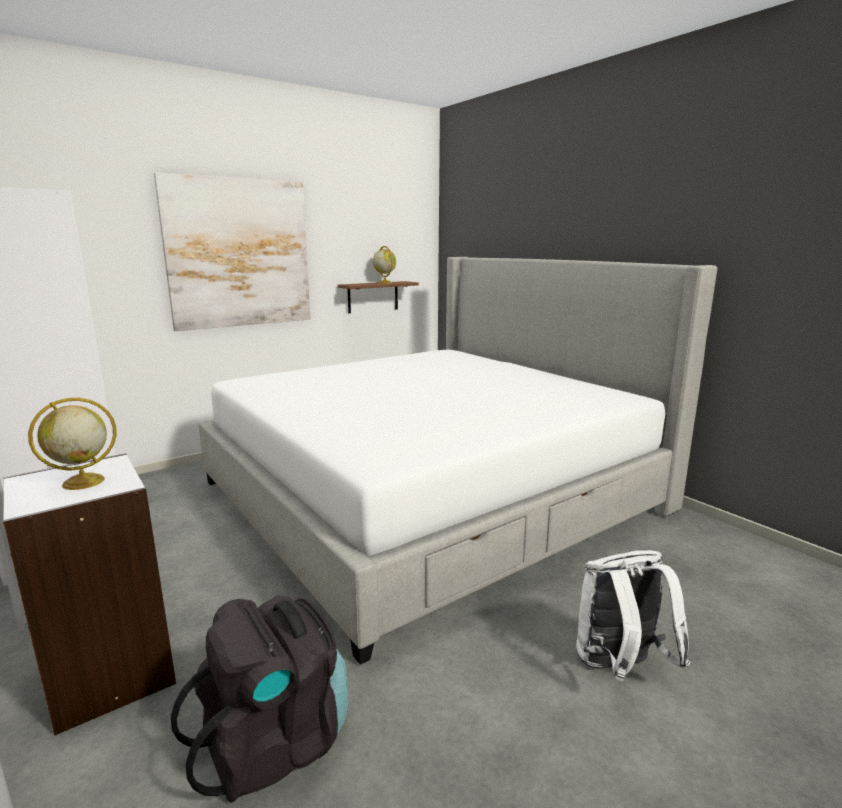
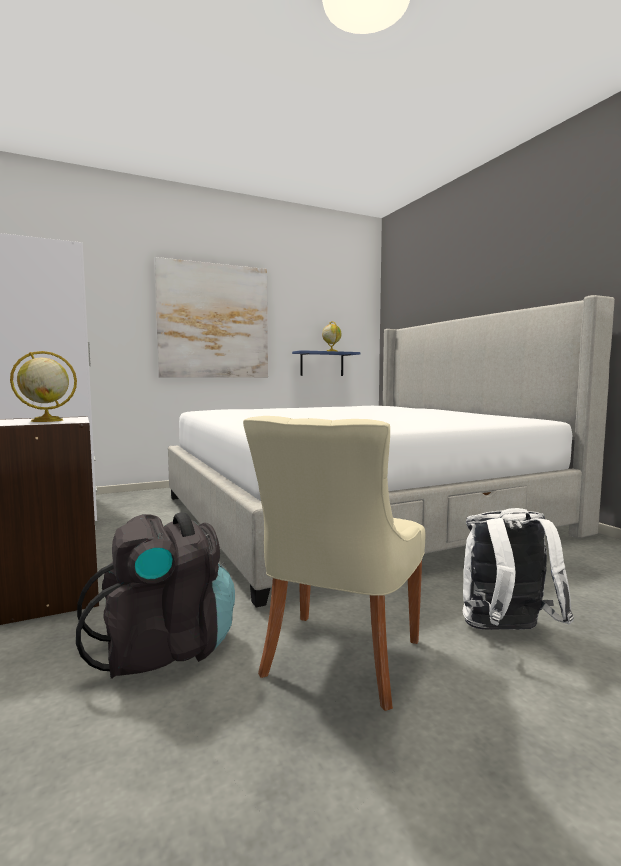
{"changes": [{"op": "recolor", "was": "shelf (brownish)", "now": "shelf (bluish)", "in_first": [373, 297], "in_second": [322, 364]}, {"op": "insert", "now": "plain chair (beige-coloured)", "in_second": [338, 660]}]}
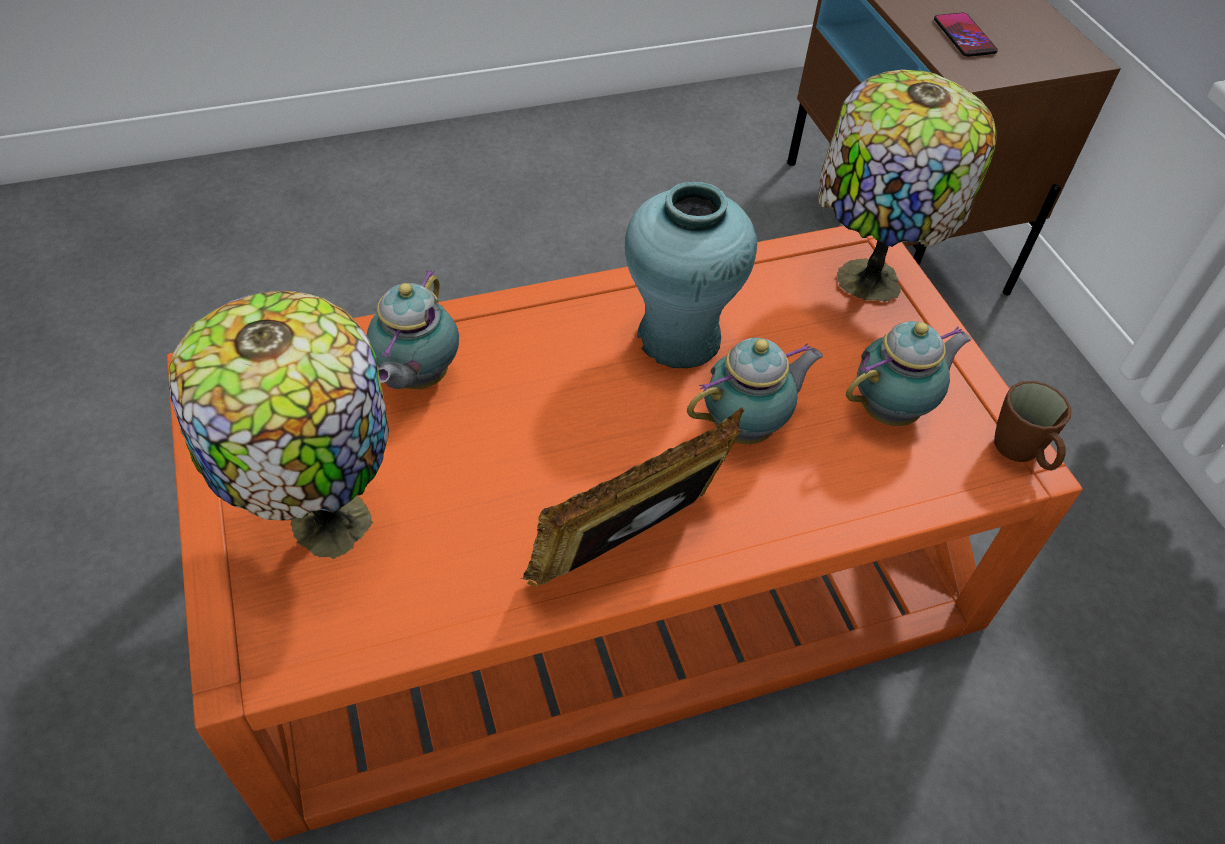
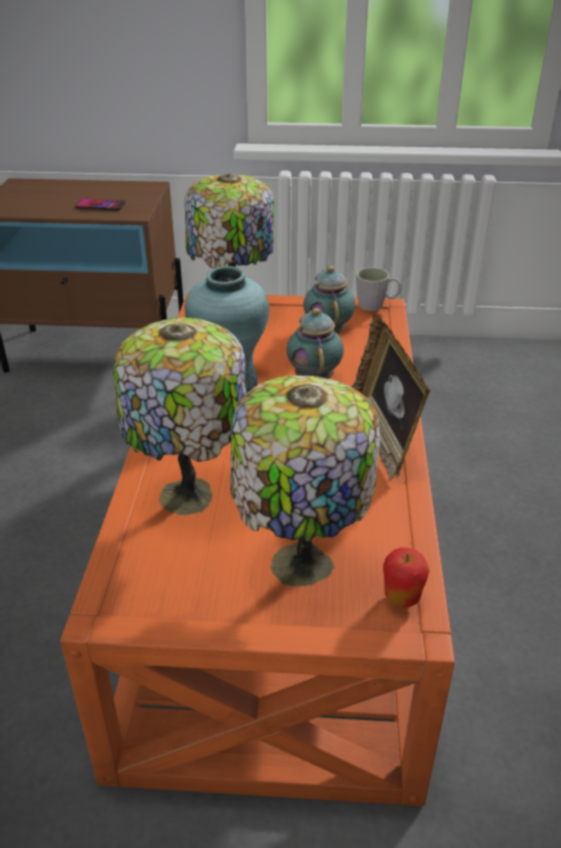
{"changes": [{"op": "replace", "was": "teapot", "now": "lamp for a table", "in_first": [416, 379], "in_second": [190, 498]}, {"op": "recolor", "was": "coffee mug (brownish)", "now": "coffee mug (greyish)", "in_first": [1022, 453], "in_second": [376, 305]}, {"op": "insert", "now": "apple fruit", "in_second": [402, 597]}]}
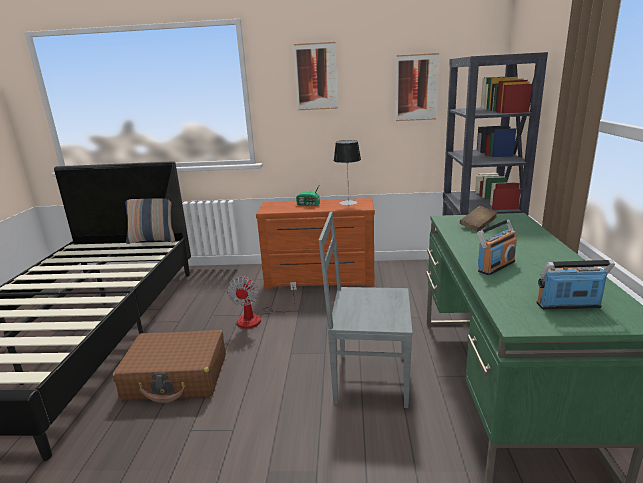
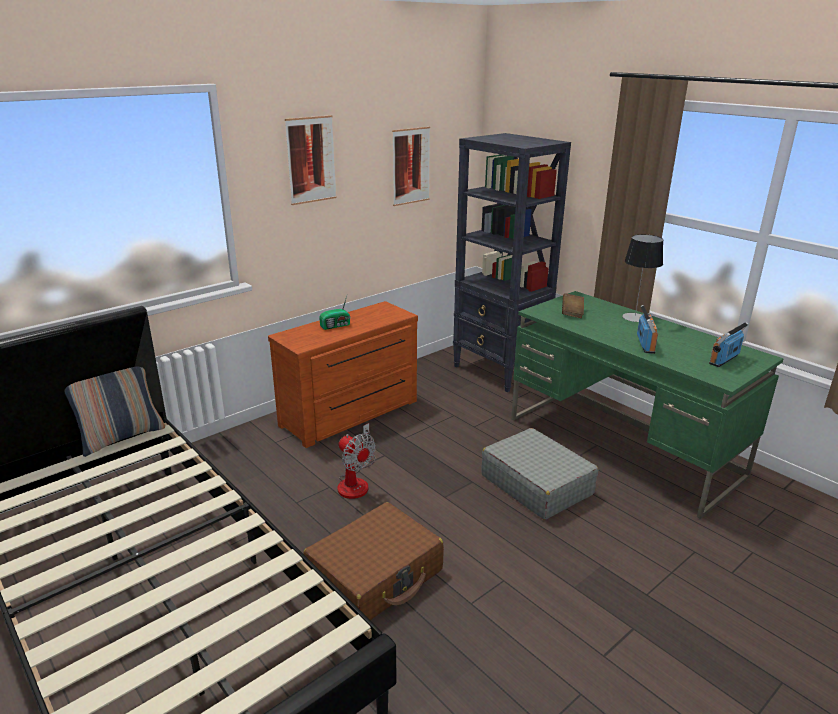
{"changes": [{"op": "move", "was": "lamp for a table", "in_first": [348, 202], "in_second": [634, 317]}, {"op": "replace", "was": "plain chair (greyish)", "now": "travel case (greyish)", "in_first": [368, 379], "in_second": [536, 484]}]}
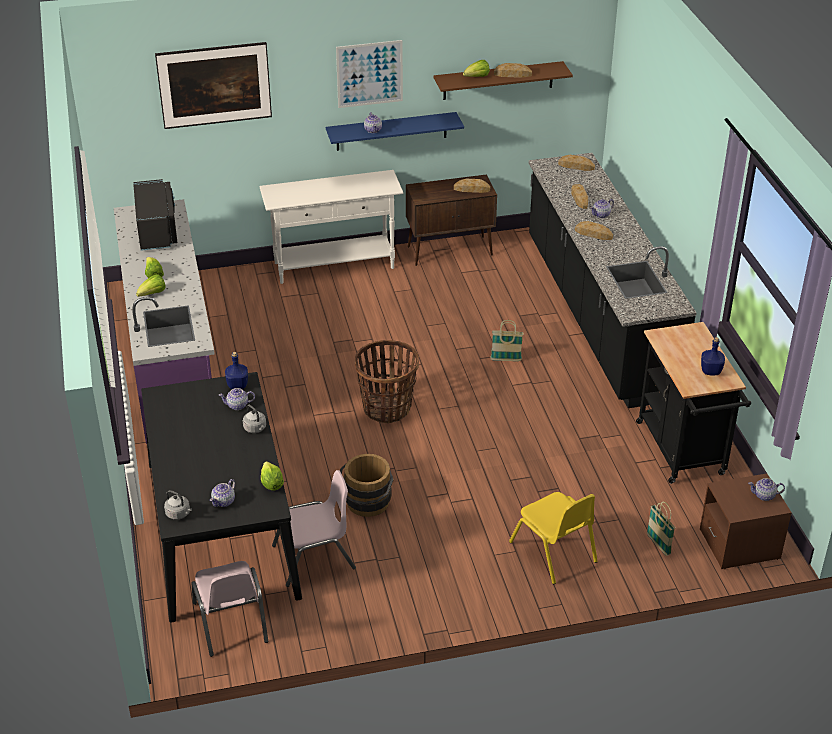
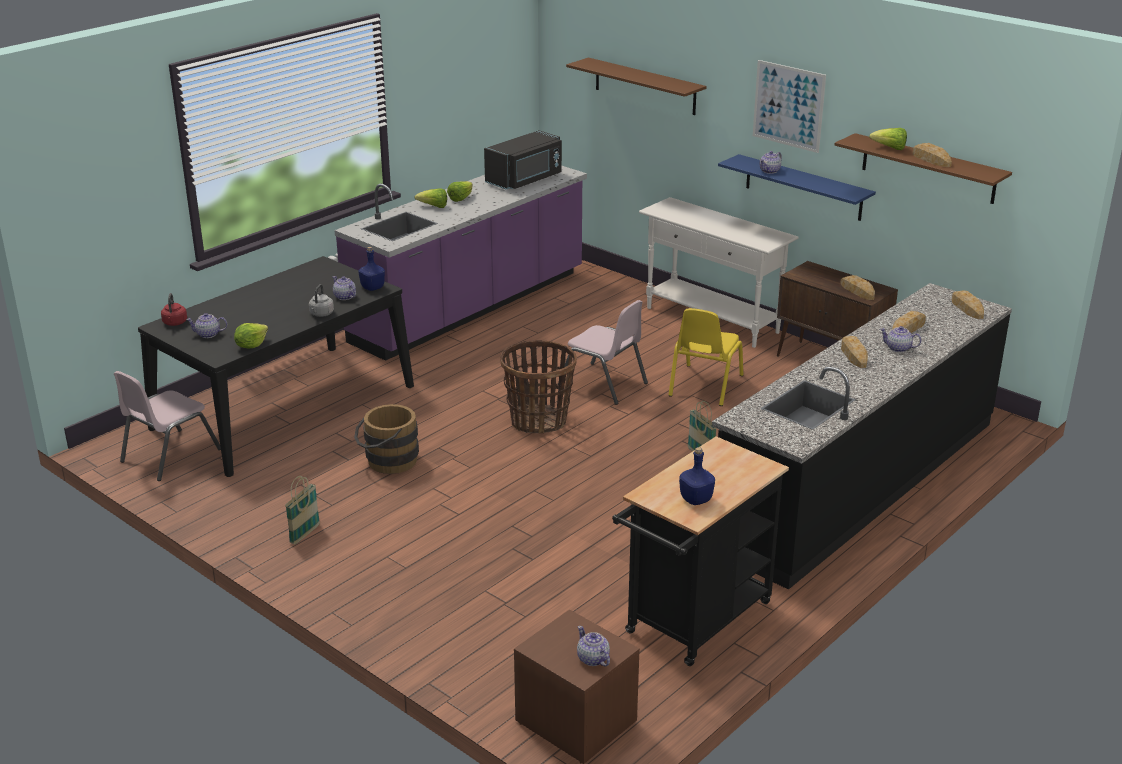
{"changes": [{"op": "replace", "was": "wall picture", "now": "shelf (brownish)", "in_first": [216, 103], "in_second": [645, 86]}, {"op": "move", "was": "plain chair (pinkish)", "in_first": [314, 558], "in_second": [603, 384]}, {"op": "recolor", "was": "tea kettle (greyish)", "now": "tea kettle (red-coloured)", "in_first": [179, 514], "in_second": [175, 323]}, {"op": "move", "was": "plain chair (yellowish)", "in_first": [553, 552], "in_second": [704, 385]}, {"op": "move", "was": "household basket", "in_first": [658, 544], "in_second": [305, 534]}]}
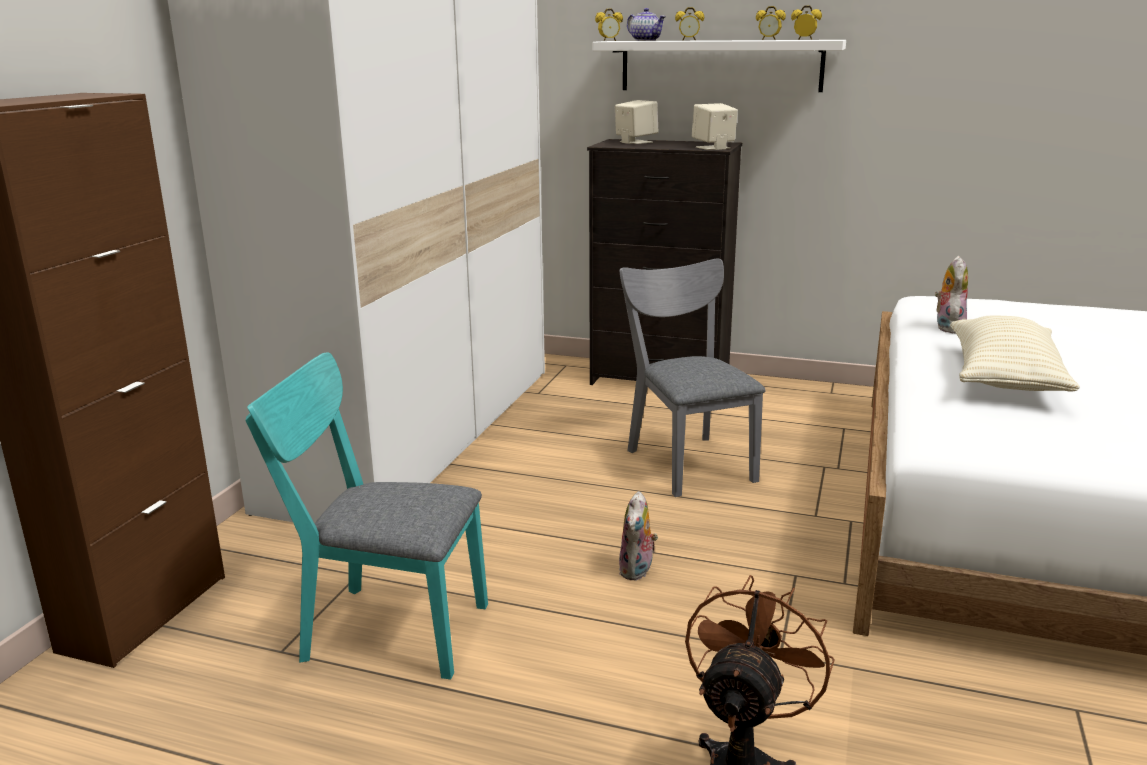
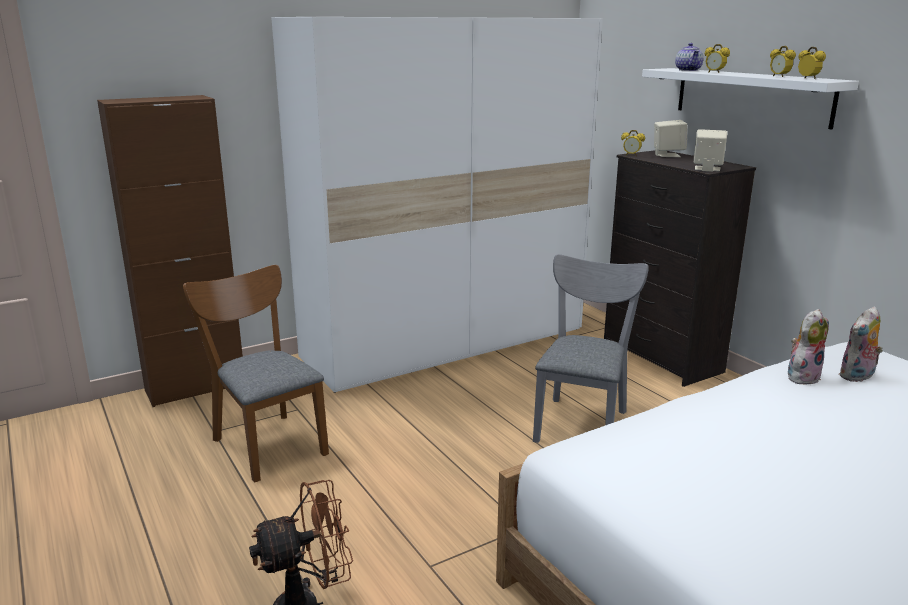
{"changes": [{"op": "move", "was": "table clock", "in_first": [609, 41], "in_second": [631, 155]}, {"op": "delete", "was": "pillow (beige-coloured)", "in_first": [1004, 378]}, {"op": "recolor", "was": "plain chair (turquoise-coloured)", "now": "plain chair (brownish)", "in_first": [383, 629], "in_second": [266, 442]}, {"op": "move", "was": "plush toy", "in_first": [637, 571], "in_second": [857, 377]}]}
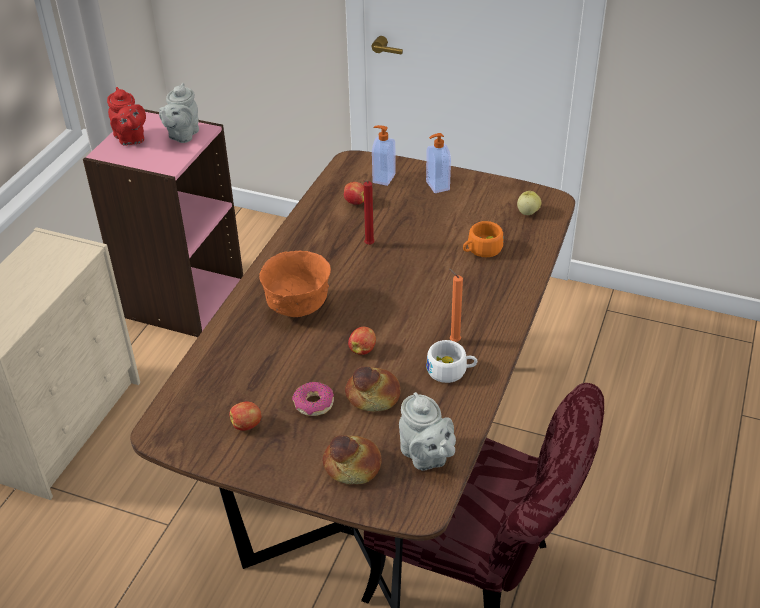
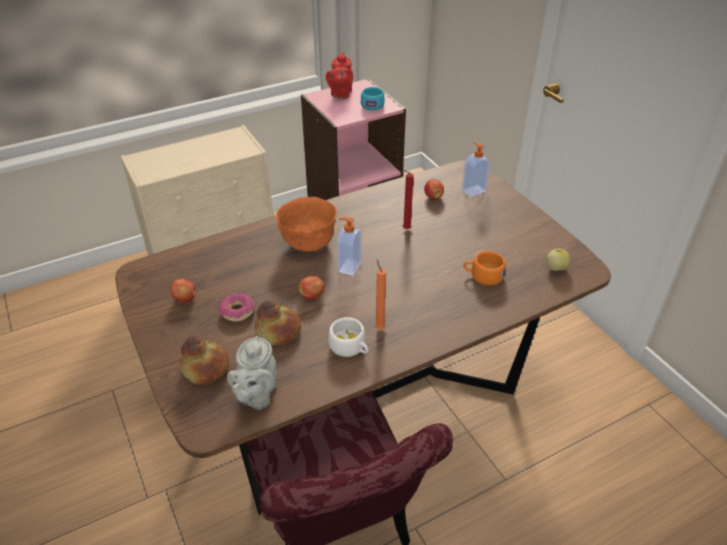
{"changes": [{"op": "replace", "was": "teapot (greyish)", "now": "small cup (turquoise-coloured)", "in_first": [182, 135], "in_second": [372, 104]}, {"op": "move", "was": "liquid soap bottle", "in_first": [437, 186], "in_second": [349, 267]}]}
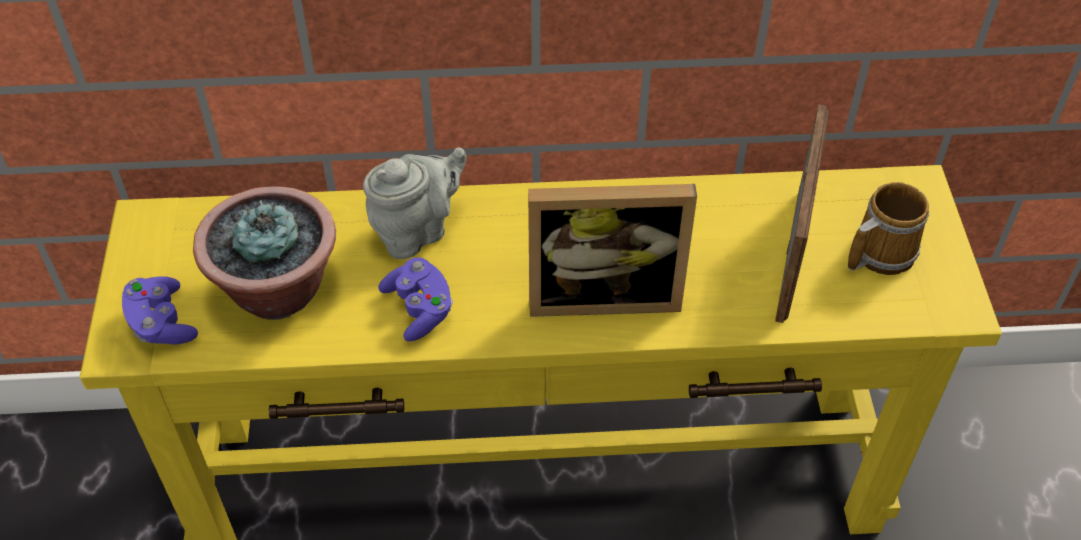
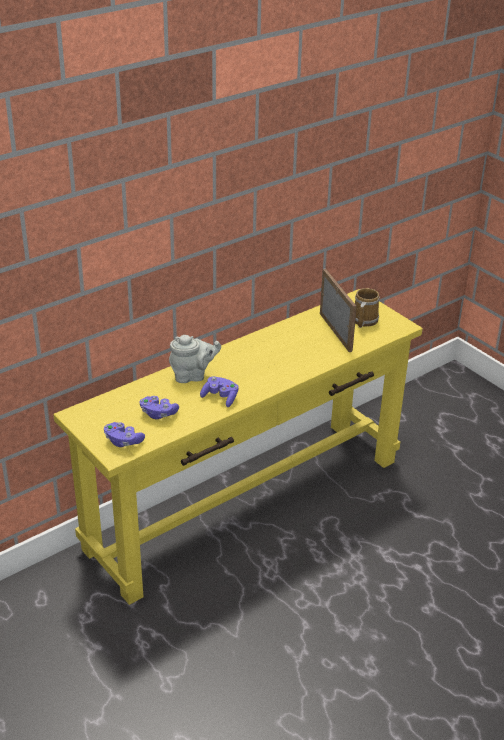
{"changes": [{"op": "rotate", "was": "teapot (greyish)", "in_first": [417, 231], "in_second": [192, 376], "clockwise": 60}, {"op": "delete", "was": "picture frame", "in_first": [603, 293]}, {"op": "replace", "was": "houseplant", "now": "game controller (purple)", "in_first": [277, 290], "in_second": [158, 414]}]}
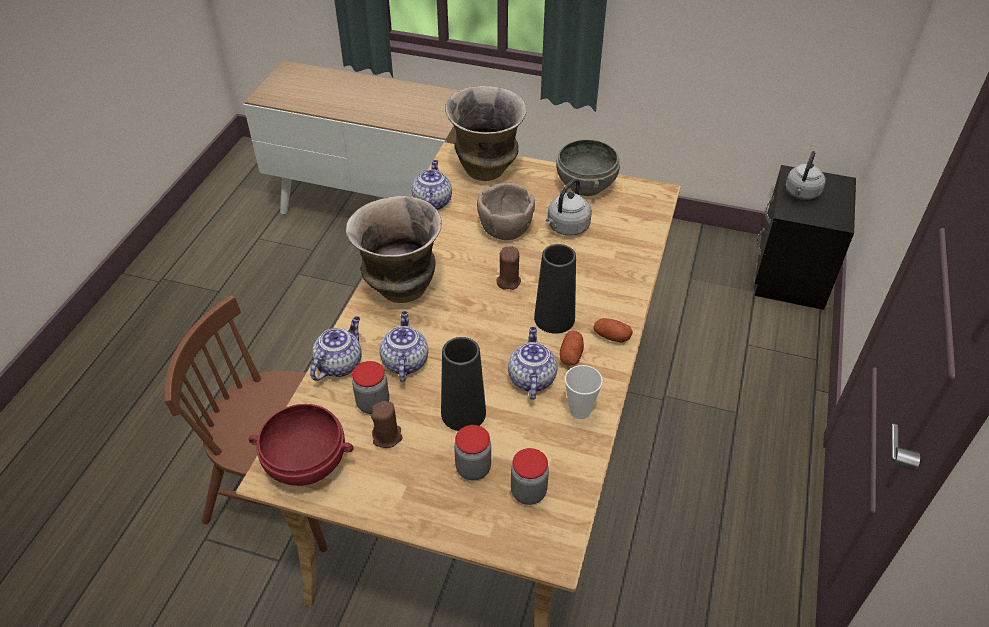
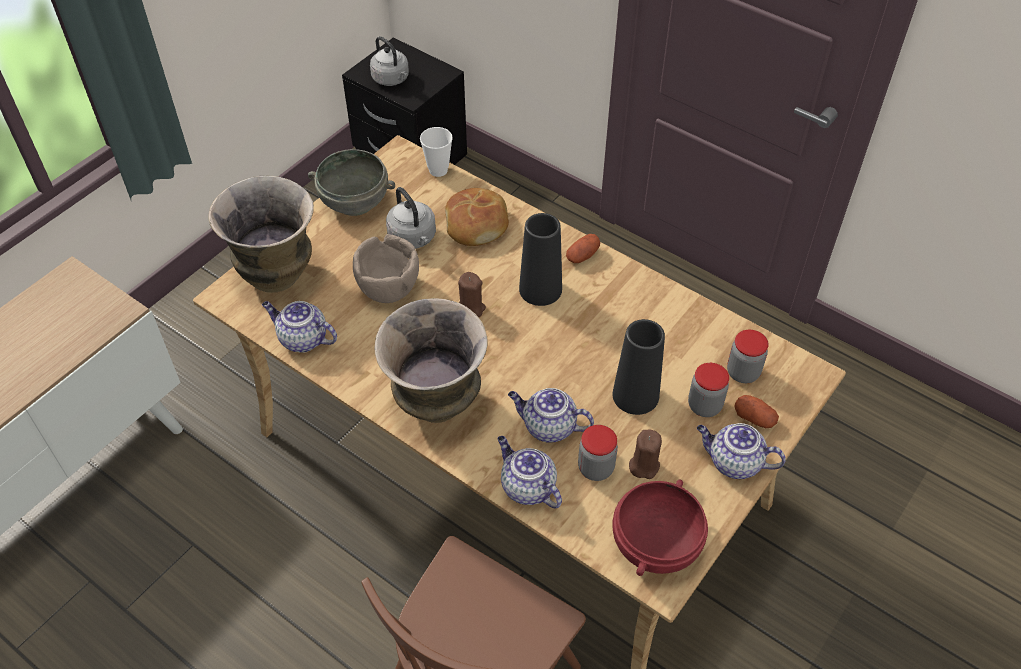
{"changes": [{"op": "move", "was": "teapot", "in_first": [531, 378], "in_second": [733, 462]}, {"op": "move", "was": "potato", "in_first": [571, 355], "in_second": [754, 418]}, {"op": "move", "was": "small cup", "in_first": [580, 410], "in_second": [438, 170]}, {"op": "insert", "now": "bread", "in_second": [477, 224]}]}
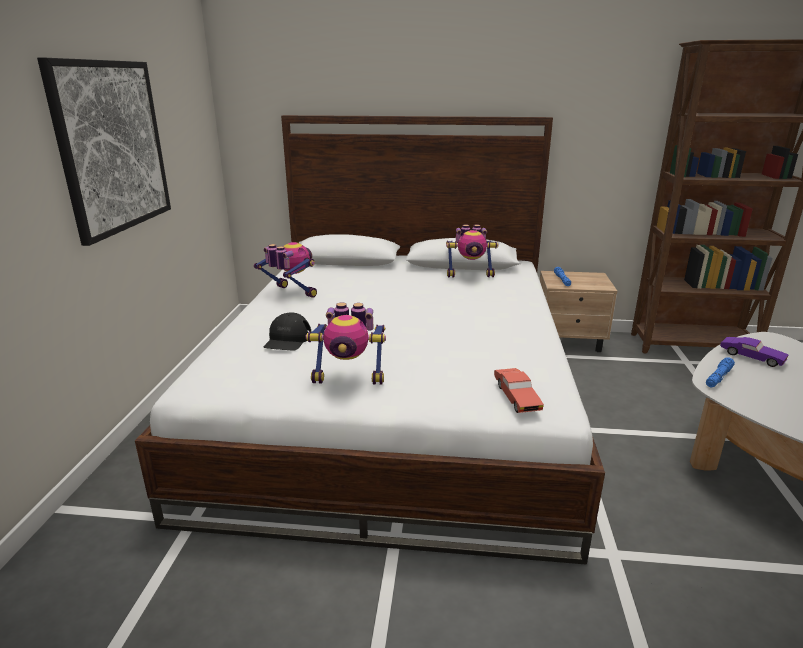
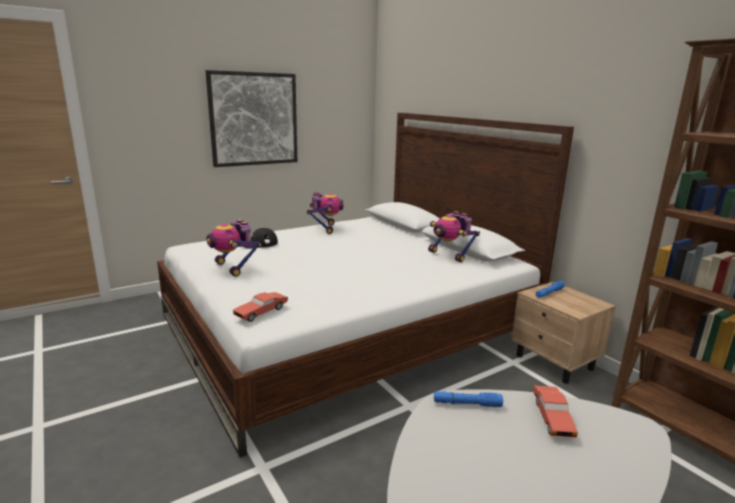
{"changes": [{"op": "recolor", "was": "toy car (purple)", "now": "toy car (red-coloured)", "in_first": [751, 357], "in_second": [552, 418]}]}
